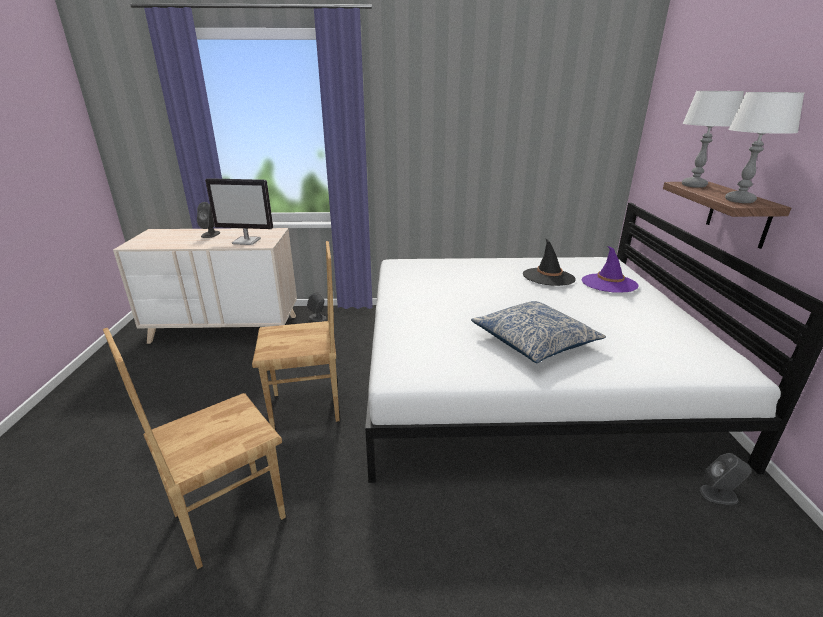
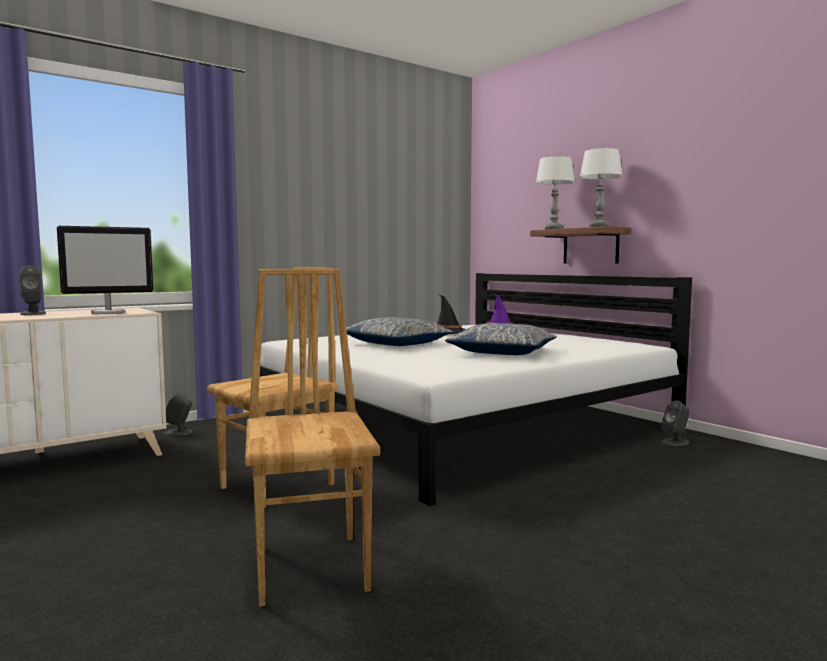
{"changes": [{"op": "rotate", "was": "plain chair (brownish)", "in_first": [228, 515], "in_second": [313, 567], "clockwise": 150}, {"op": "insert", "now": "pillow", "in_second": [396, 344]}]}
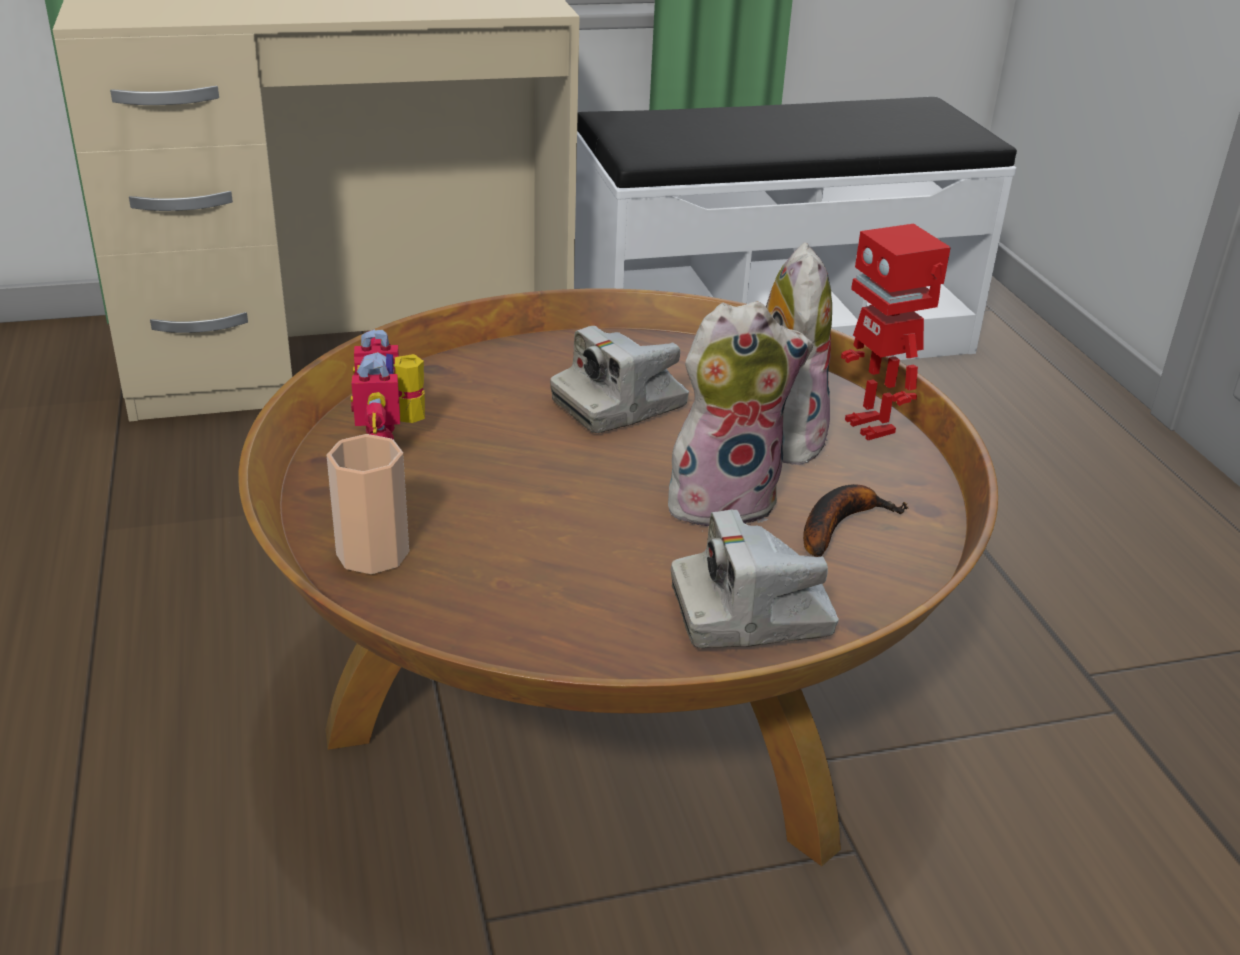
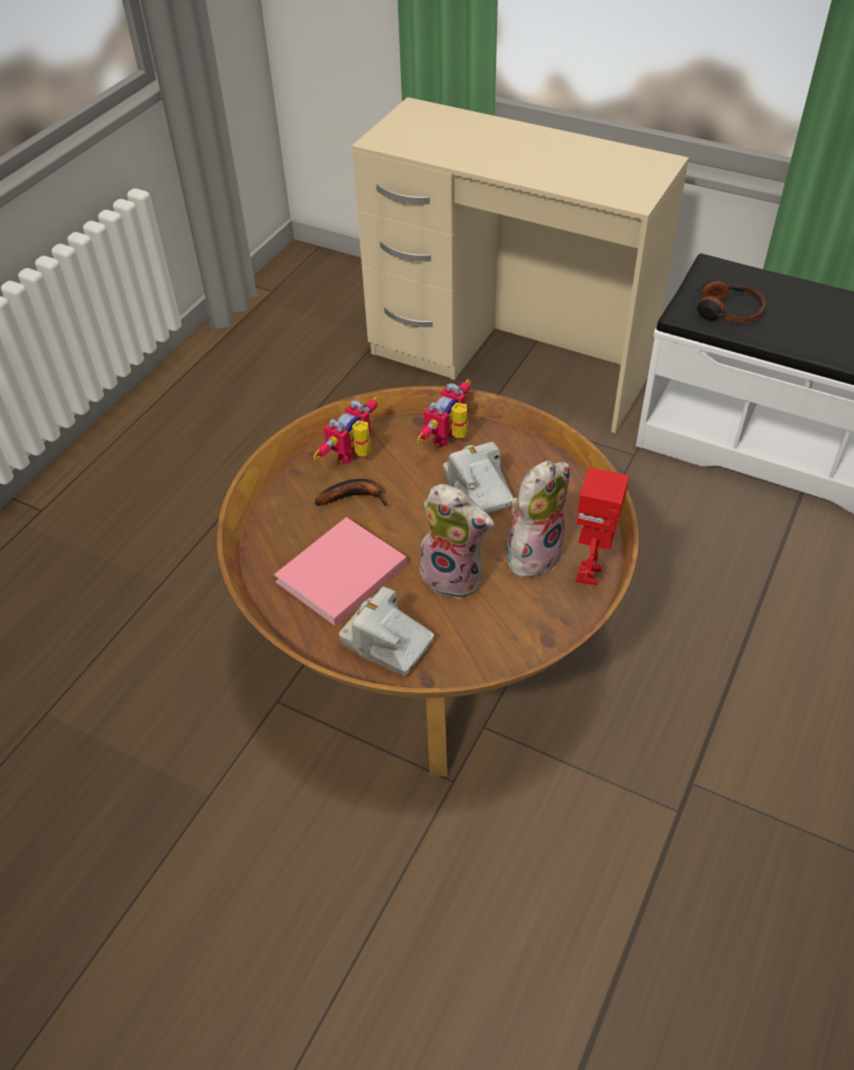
{"changes": [{"op": "rotate", "was": "still camera", "in_first": [619, 405], "in_second": [478, 490], "clockwise": 60}, {"op": "delete", "was": "small cup", "in_first": [372, 553]}, {"op": "move", "was": "banana", "in_first": [840, 525], "in_second": [354, 497]}, {"op": "insert", "now": "headphones", "in_second": [726, 311]}, {"op": "insert", "now": "toy robot", "in_second": [450, 439]}, {"op": "insert", "now": "bound book (pinkish)", "in_second": [339, 575]}]}
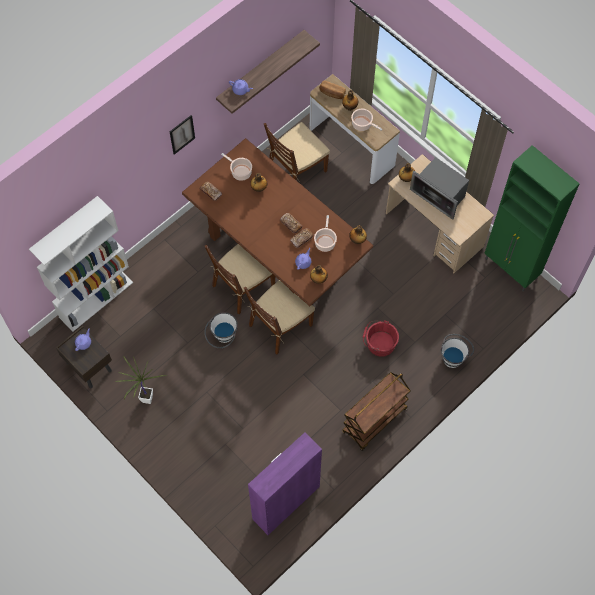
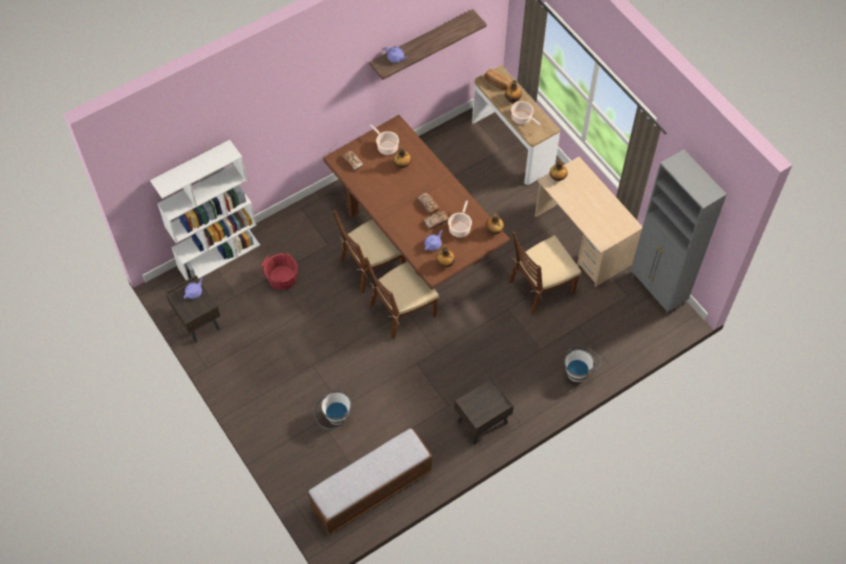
{"changes": [{"op": "delete", "was": "wall picture", "in_first": [182, 134]}, {"op": "move", "was": "plain chair (brownish)", "in_first": [296, 170], "in_second": [541, 287]}, {"op": "recolor", "was": "cupboard (green-coloured)", "now": "cupboard (greyish)", "in_first": [511, 269], "in_second": [657, 292]}, {"op": "delete", "was": "kitchen microwave", "in_first": [439, 195]}, {"op": "move", "was": "water bucket (white)", "in_first": [222, 338], "in_second": [334, 419]}, {"op": "move", "was": "water bucket (red-coloured)", "in_first": [379, 343], "in_second": [280, 276]}, {"op": "delete", "was": "houseplant", "in_first": [145, 401]}, {"op": "replace", "was": "trolley (brownish)", "now": "night table (brownish)", "in_first": [374, 421], "in_second": [482, 423]}, {"op": "replace", "was": "cupboard (purple)", "now": "long seat", "in_first": [285, 503], "in_second": [371, 490]}]}
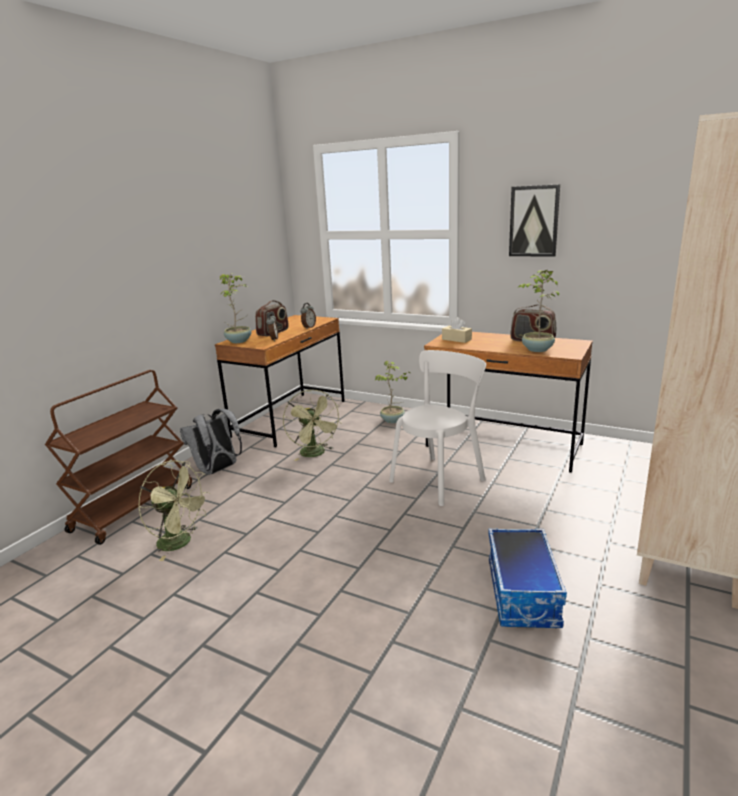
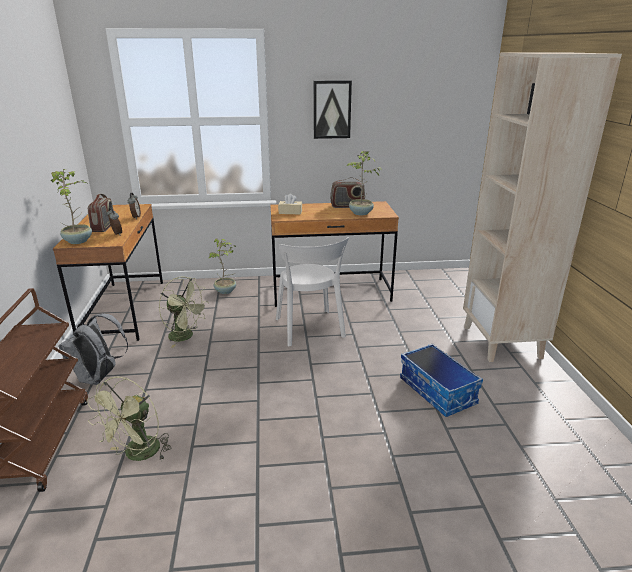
{"changes": [{"op": "rotate", "was": "plain chair (white)", "in_first": [440, 478], "in_second": [310, 329], "clockwise": 150}, {"op": "rotate", "was": "cooling fan (green-coloured)", "in_first": [181, 543], "in_second": [138, 455], "clockwise": 120}]}
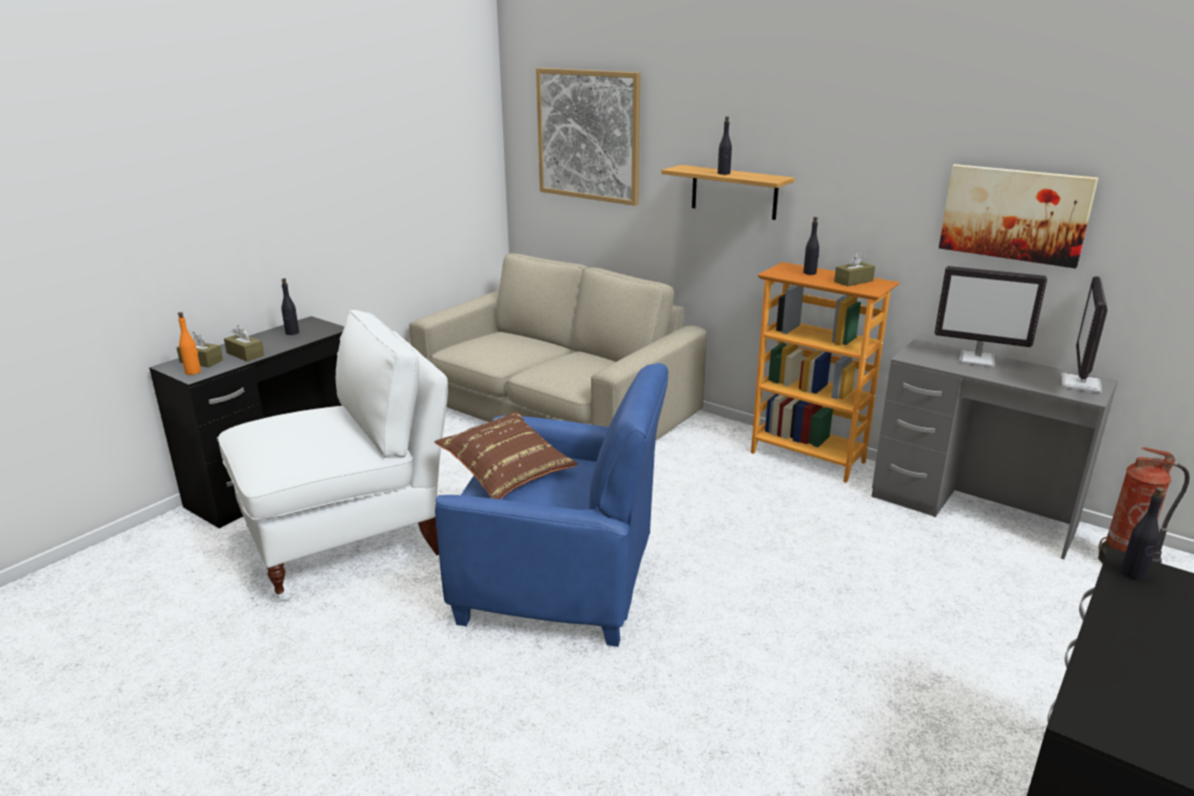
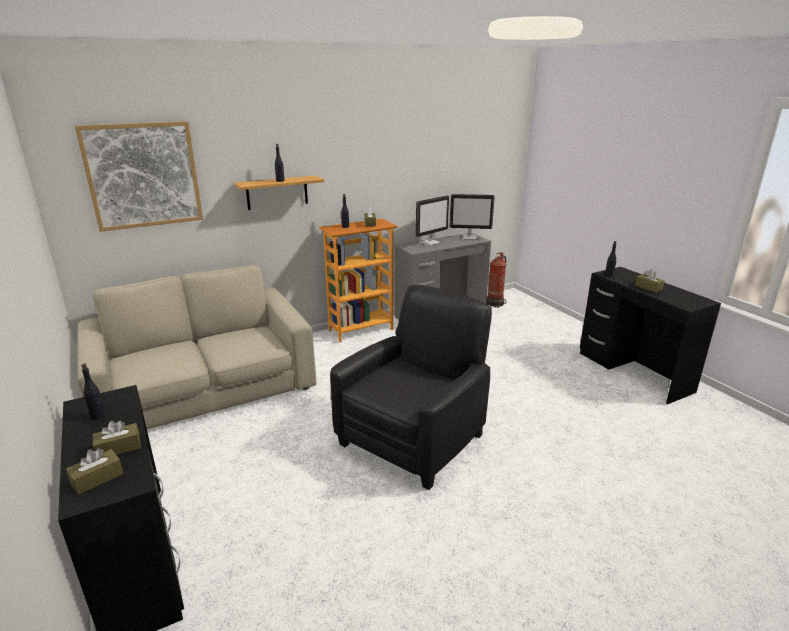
{"changes": [{"op": "delete", "was": "wall picture", "in_first": [1014, 214]}, {"op": "rotate", "was": "computer screen", "in_first": [1080, 384], "in_second": [469, 237], "clockwise": -45}, {"op": "delete", "was": "plain chair (white)", "in_first": [349, 542]}, {"op": "delete", "was": "drink bottle (orange)", "in_first": [193, 372]}, {"op": "recolor", "was": "armchair (bluish)", "now": "armchair (blackish)", "in_first": [560, 582], "in_second": [413, 439]}, {"op": "delete", "was": "pillow (brownish)", "in_first": [507, 473]}, {"op": "insert", "now": "tissue box (brownish)", "in_second": [648, 287]}]}
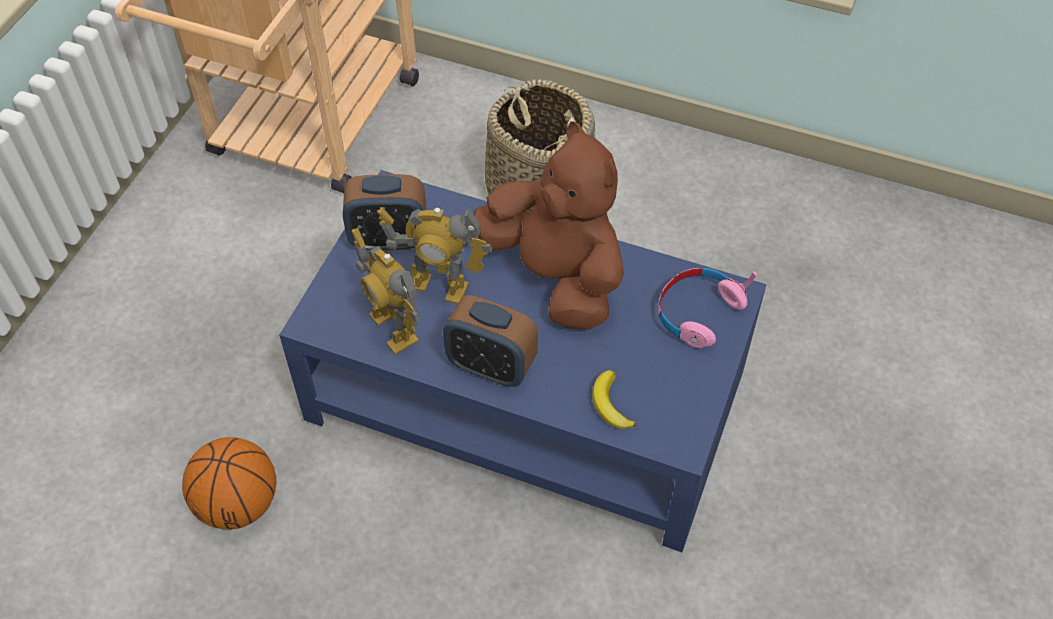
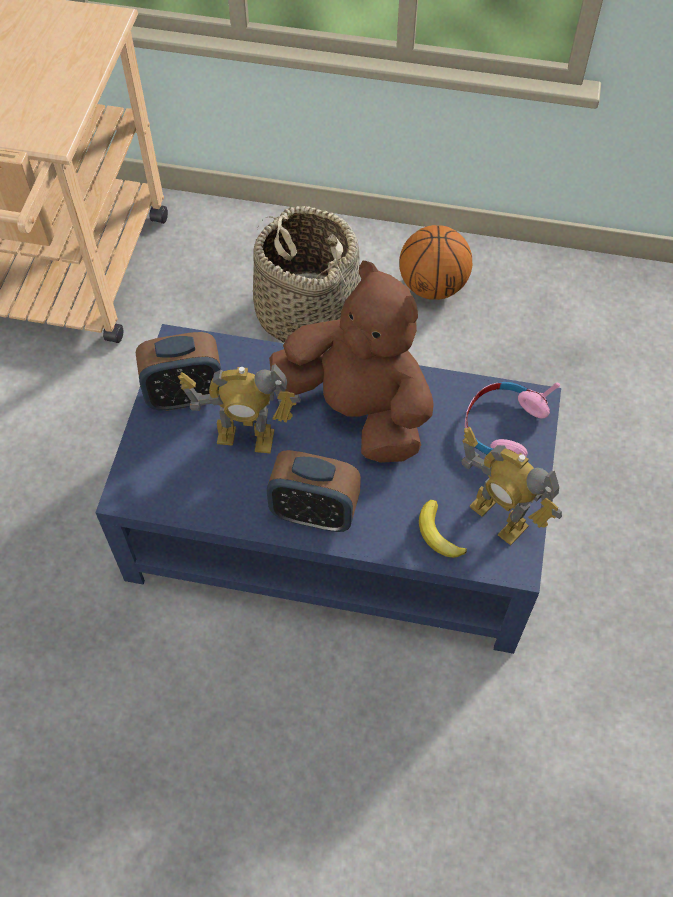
{"changes": [{"op": "move", "was": "toy robot", "in_first": [393, 328], "in_second": [498, 517]}, {"op": "move", "was": "basketball ball", "in_first": [238, 504], "in_second": [432, 286]}]}
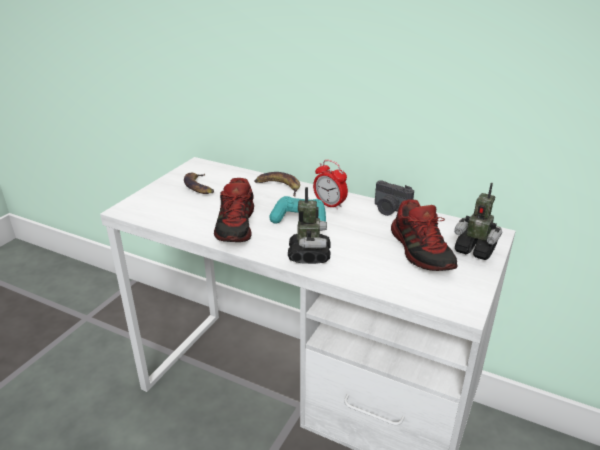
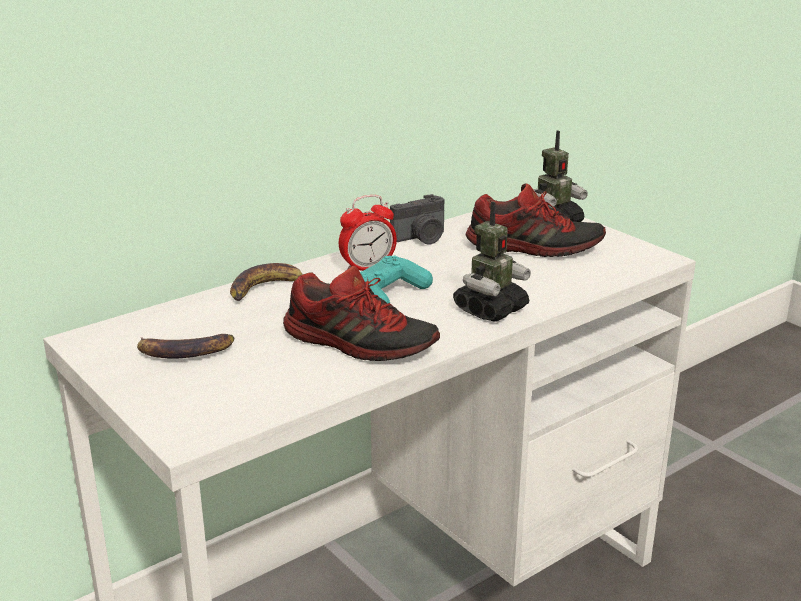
{"changes": [{"op": "rotate", "was": "toy robot", "in_first": [309, 255], "in_second": [490, 310], "clockwise": 105}]}
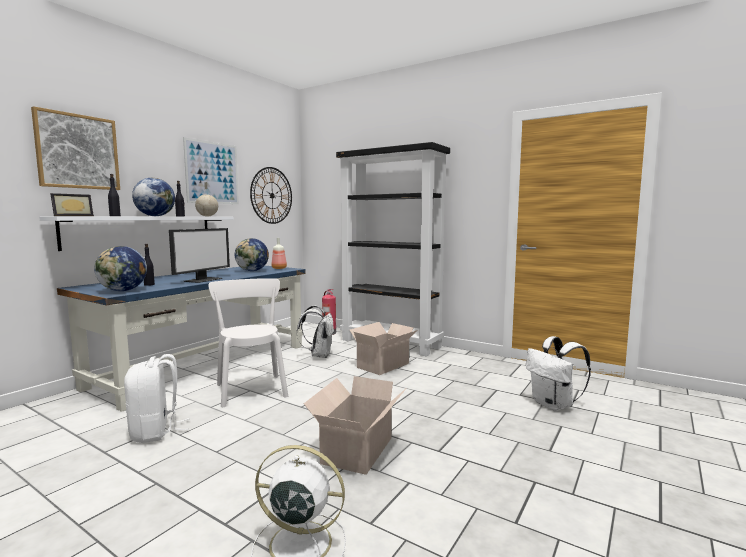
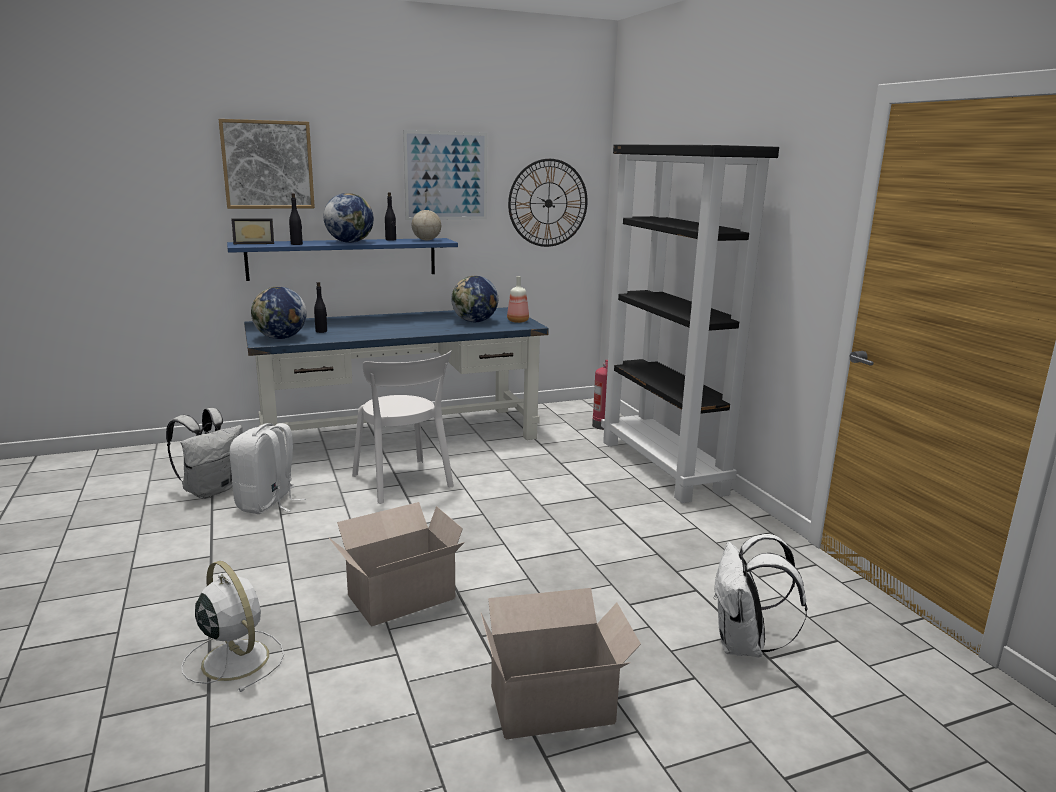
{"changes": [{"op": "recolor", "was": "shelf (white)", "now": "shelf (bluish)", "in_first": [142, 231], "in_second": [343, 258]}, {"op": "delete", "was": "computer screen", "in_first": [203, 280]}, {"op": "rotate", "was": "plain chair (white)", "in_first": [251, 389], "in_second": [404, 483], "clockwise": 135}, {"op": "move", "was": "knapsack (white)", "in_first": [319, 355], "in_second": [210, 490]}, {"op": "move", "was": "carton", "in_first": [384, 365], "in_second": [555, 705]}]}
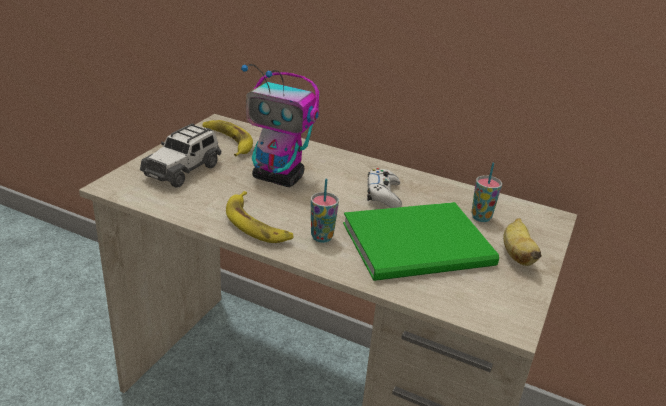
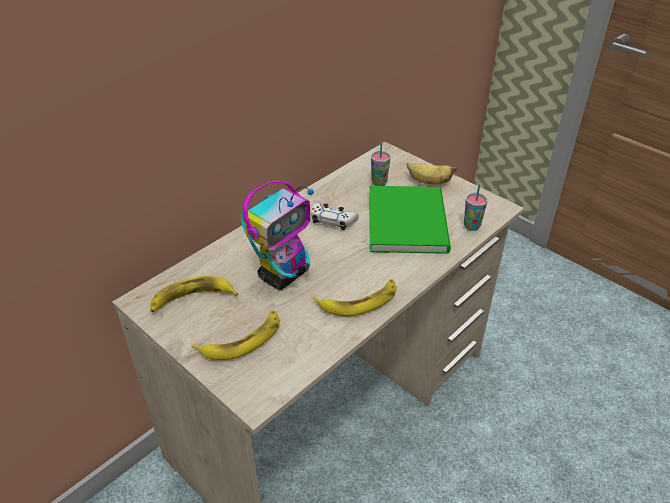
{"changes": [{"op": "replace", "was": "toy car", "now": "banana", "in_first": [183, 170], "in_second": [242, 340]}, {"op": "move", "was": "small cup", "in_first": [322, 237], "in_second": [471, 226]}]}
